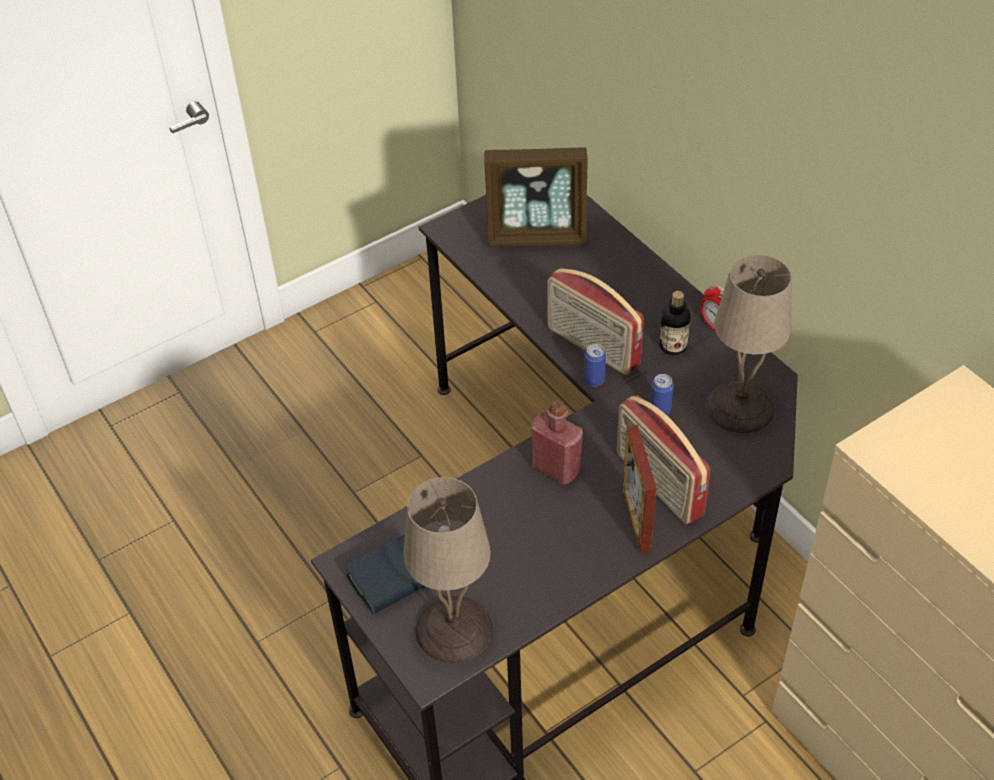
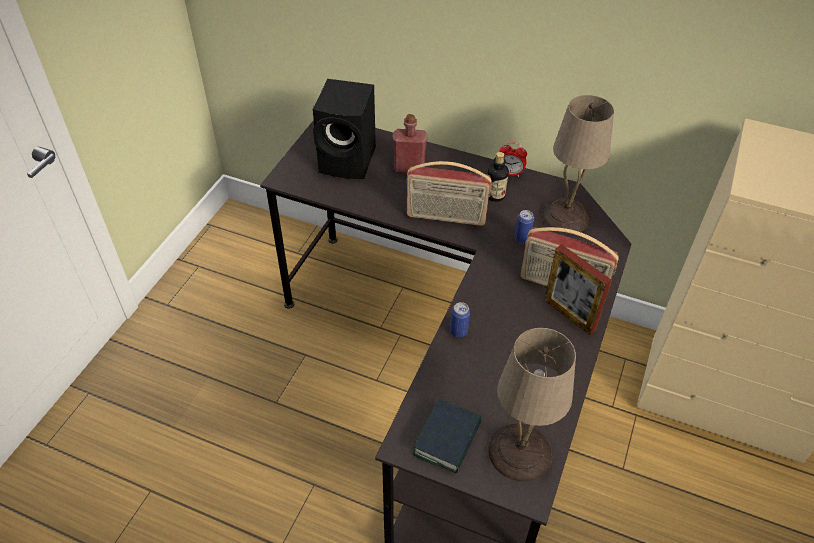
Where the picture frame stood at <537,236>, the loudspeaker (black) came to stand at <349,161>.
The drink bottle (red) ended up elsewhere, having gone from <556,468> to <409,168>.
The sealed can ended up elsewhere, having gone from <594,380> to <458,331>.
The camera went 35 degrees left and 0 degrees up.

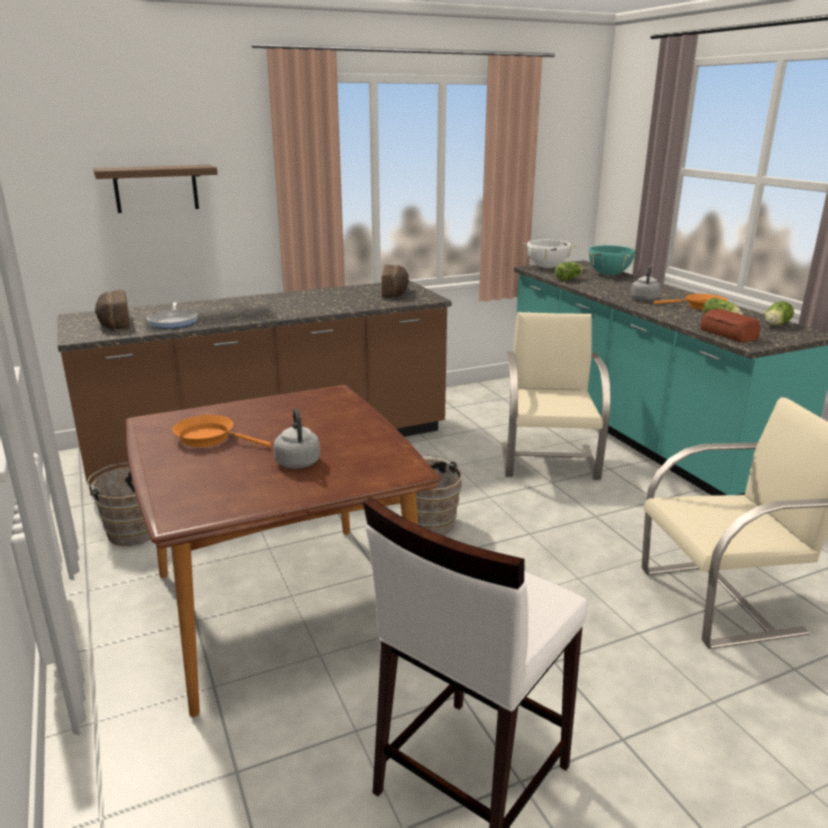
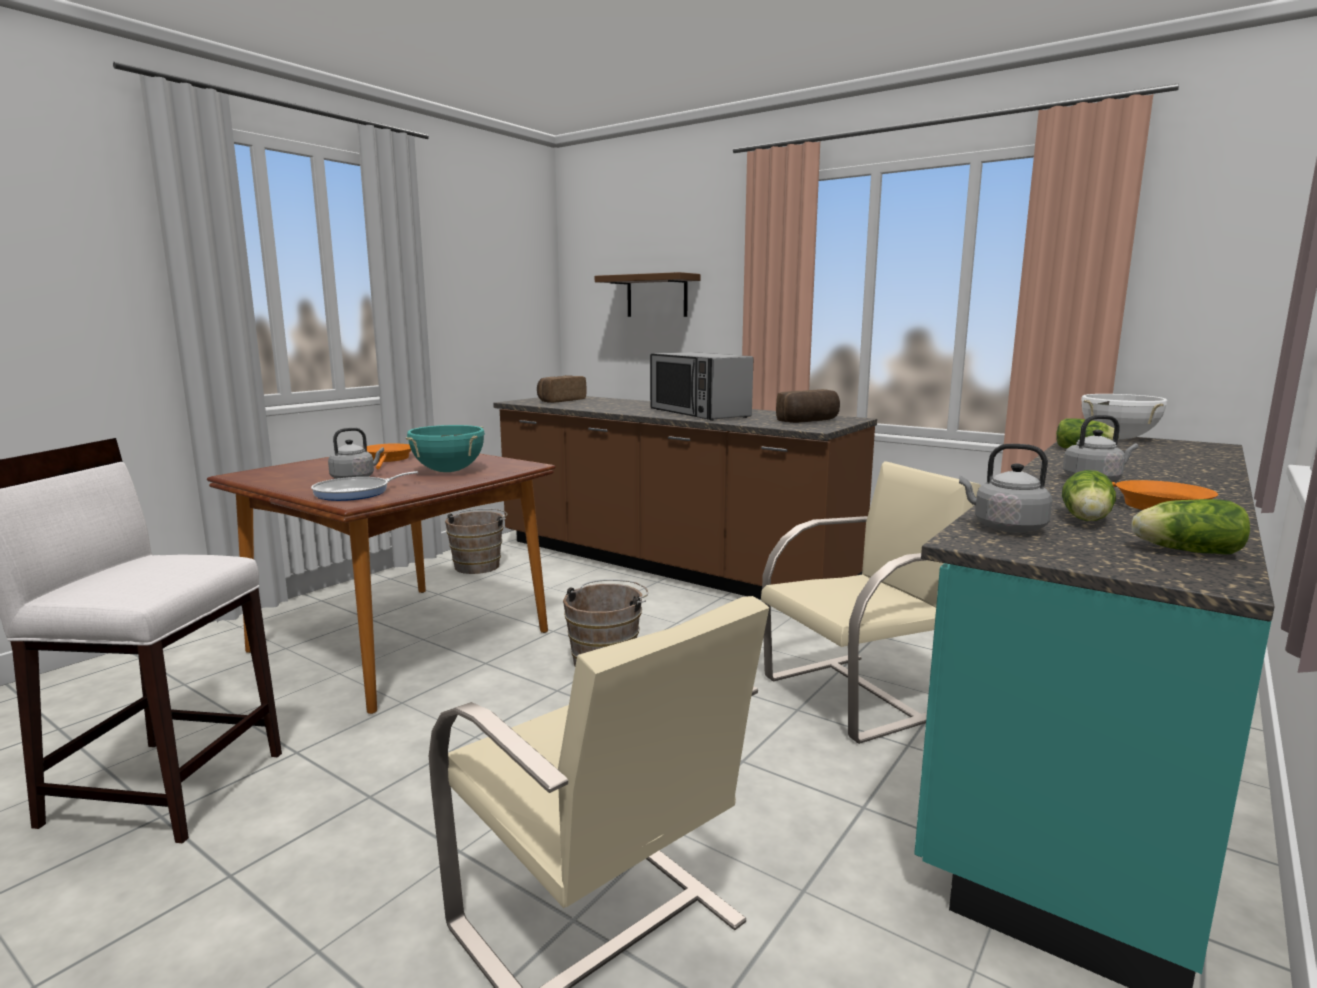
The frying pan ended up elsewhere, having gone from <173,321> to <356,493>.
The stockpot (turquoise-coloured) ended up elsewhere, having gone from <609,274> to <448,471>.
The second view gained the kitchen microwave at <698,413>.
Where the bread stood at <728,334>, the water kettle (grey) came to stand at <1005,527>.
The camera went 60 degrees right and 10 degrees down.

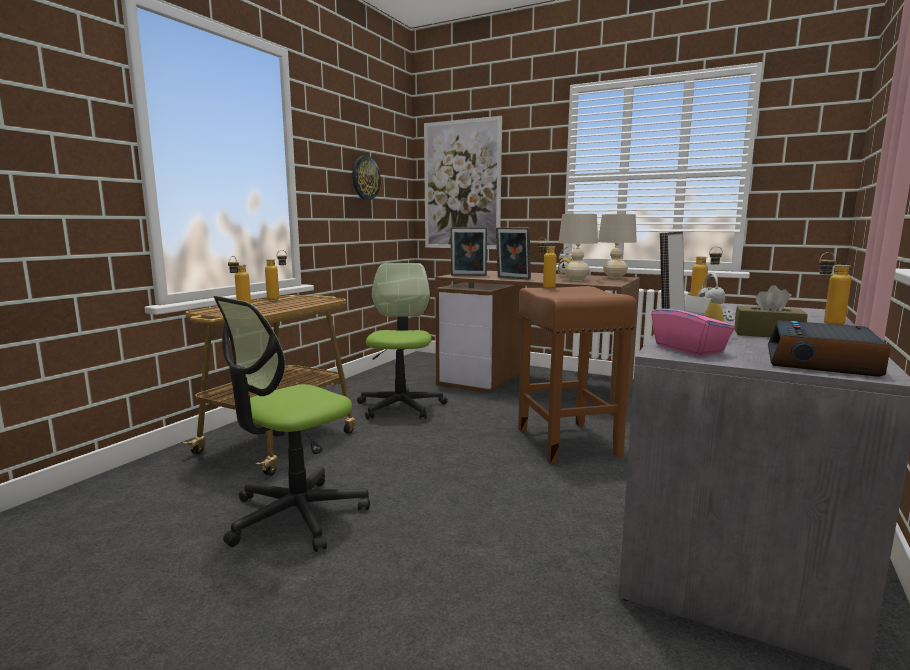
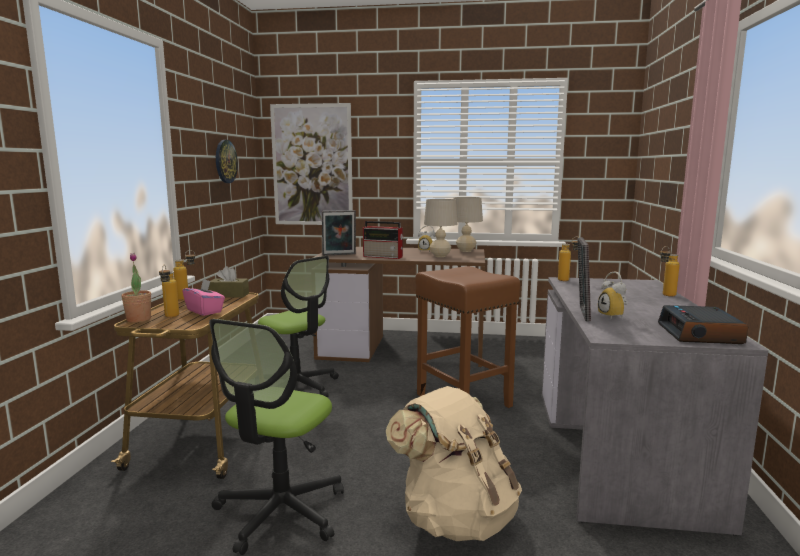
The second view gained the potted plant at <138,319>.
The tissue box (pink-coloured) ended up elsewhere, having gone from <689,349> to <205,311>.
The tissue box (brownish) ended up elsewhere, having gone from <767,334> to <229,295>.
The desk chair at <401,406> ended up facing another way, 150 degrees clockwise from before.
Where the picture frame stood at <512,278>, the radio receiver came to stand at <384,257>.
The second view gained the knapsack (beige-coloured) at <455,518>.
The second view lost the drink bottle at <545,287>.
The camera went 20 degrees left and 0 degrees up.

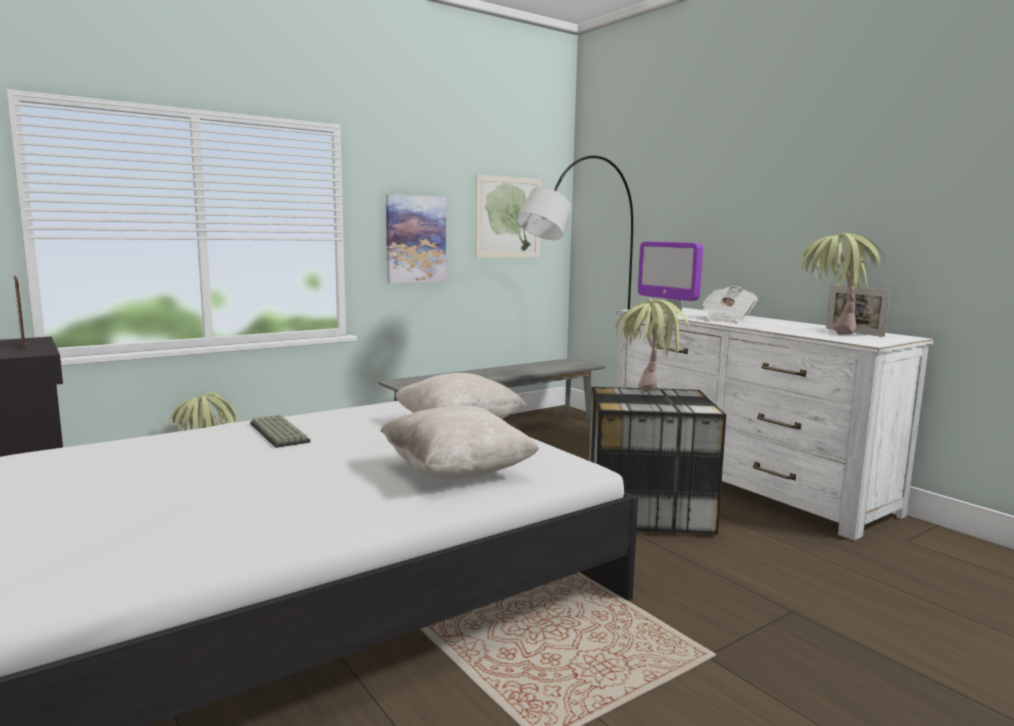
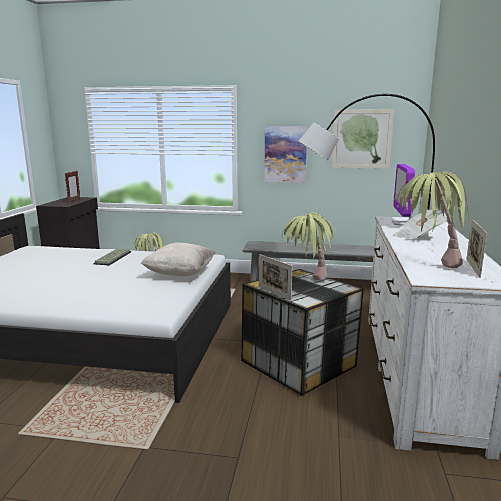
The second view gained the picture frame at <274,293>.
The second view lost the throw pillow (beige-coloured) at <457,472>.
The camera went 45 degrees right and 5 degrees up.

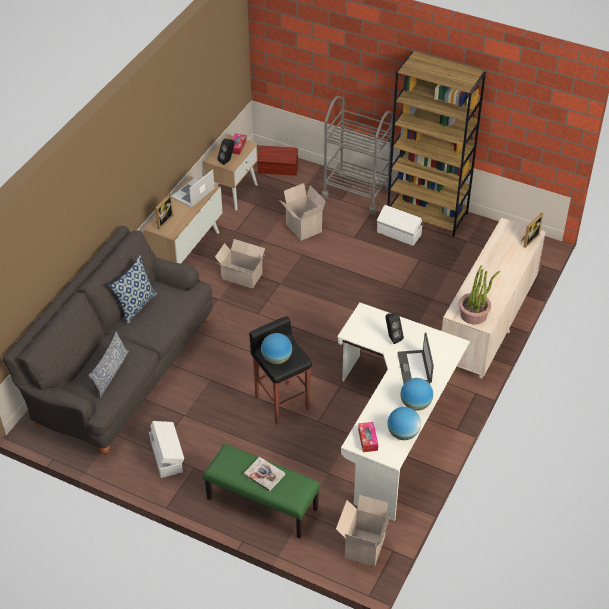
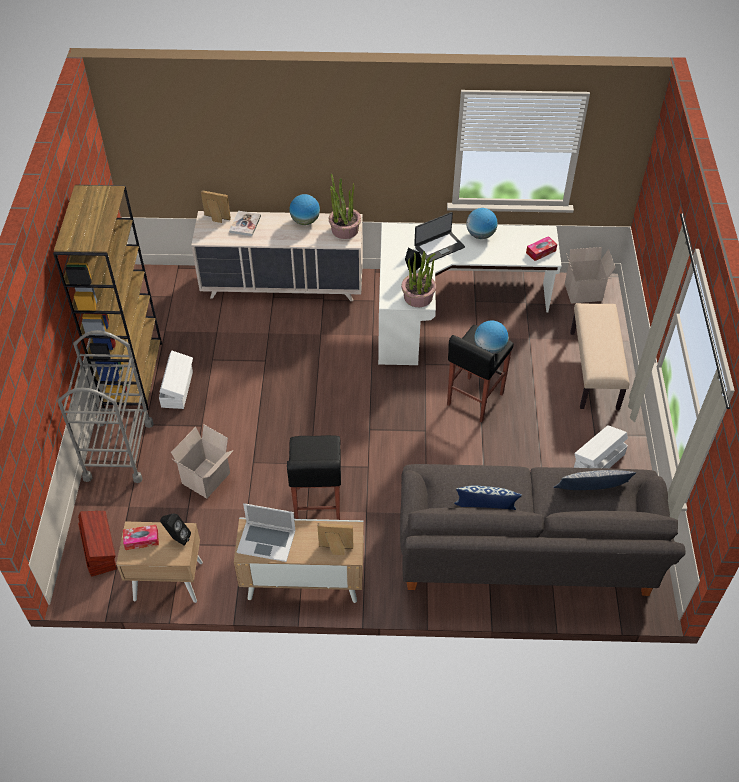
The bound book ended up elsewhere, having gone from <264,475> to <245,224>.
Where the carton stood at <241,275>, the sitting stool (black) came to stand at <317,507>.
The globe ended up elsewhere, having gone from <403,433> to <305,221>.
The second view gained the potted plant at <418,297>.
What was the long seat (greenish) at <261,504> turned into the long seat (beige-coloured) at <595,370>.
The camera went 115 degrees left and 5 degrees up.

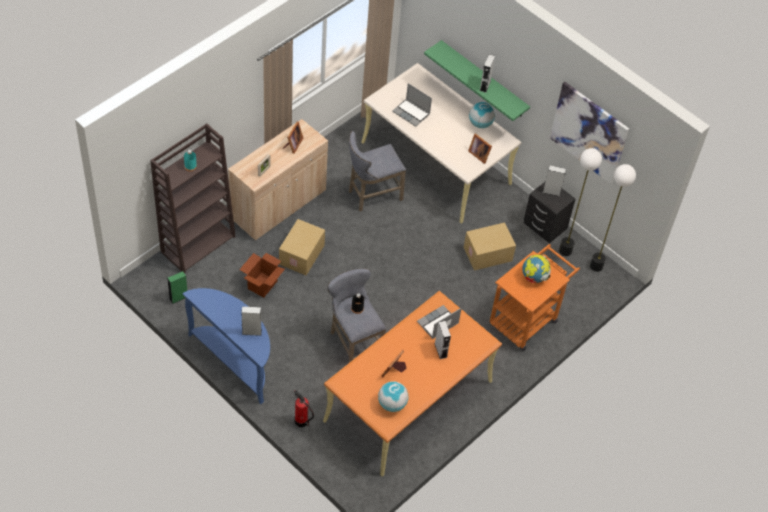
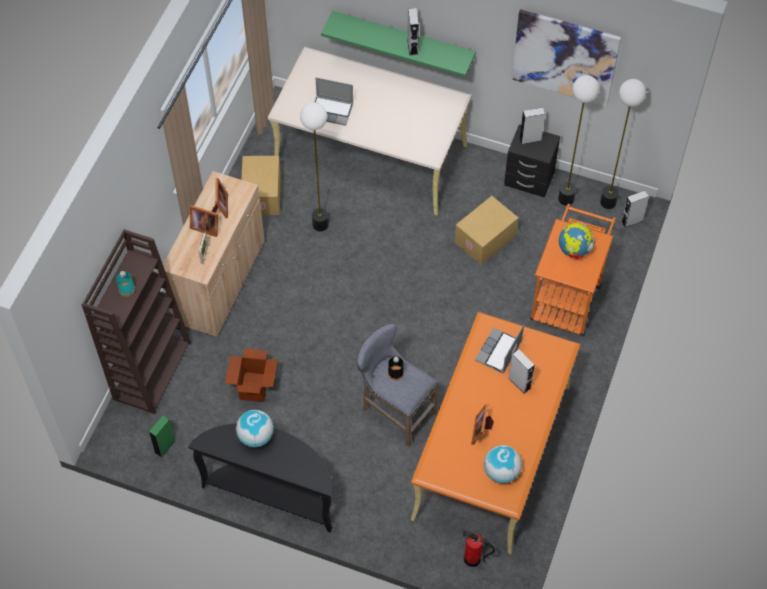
What was the console table (blue-coloured) at <235,361> turned into the console table (black) at <273,493>.
The picture frame ended up elsewhere, having gone from <479,154> to <205,226>.
The globe ended up elsewhere, having gone from <480,124> to <256,437>.
The carton ended up elsewhere, having gone from <302,255> to <263,195>.
Where the sitting stool (grey) stood at <372,195>, the standing lamp came to stand at <320,224>.
The fire-fighting cylinder ended up elsewhere, having gone from <301,421> to <472,559>.
The loudspeaker (grey) ended up elsewhere, having gone from <251,331> to <631,221>.
The camera went 20 degrees left and 5 degrees up.

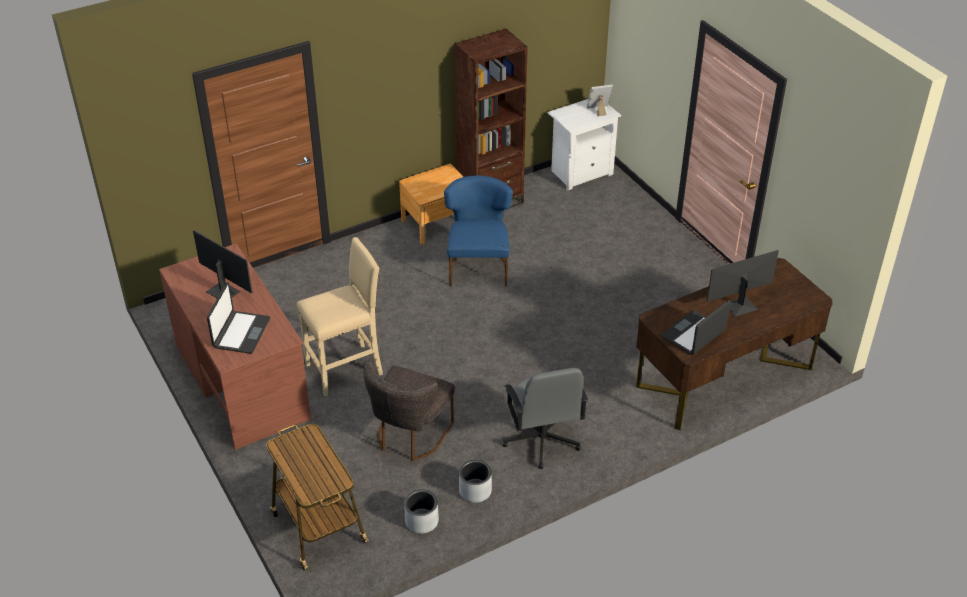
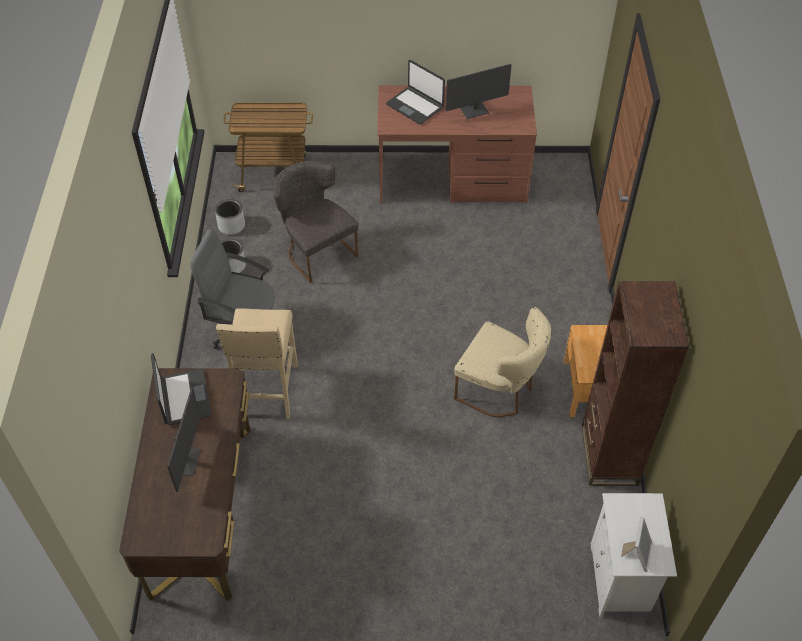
The sitting stool (beige-coloured) ended up elsewhere, having gone from <346,369> to <267,392>.
What was the chair (blue-coloured) at <478,266> turned into the chair (beige-coloured) at <499,390>.
The camera went 120 degrees right and 10 degrees up.

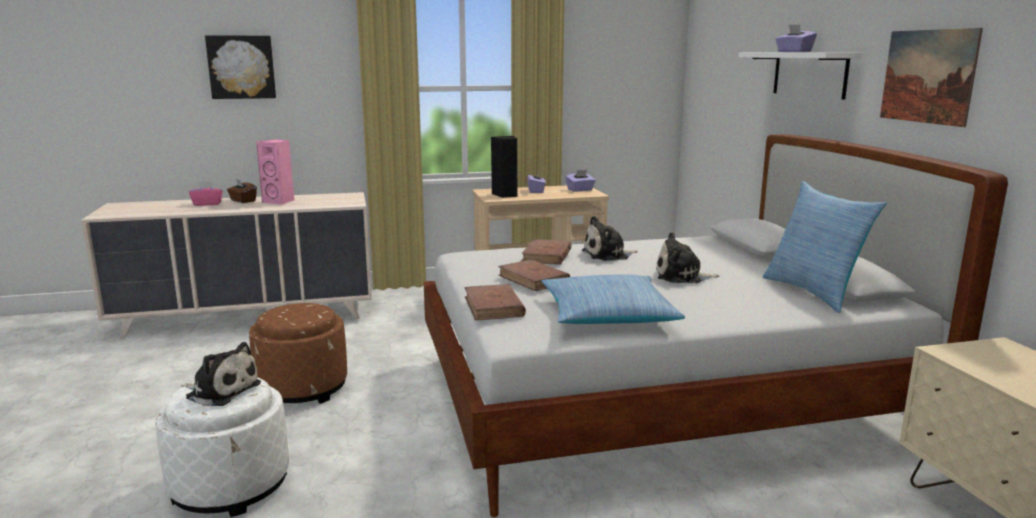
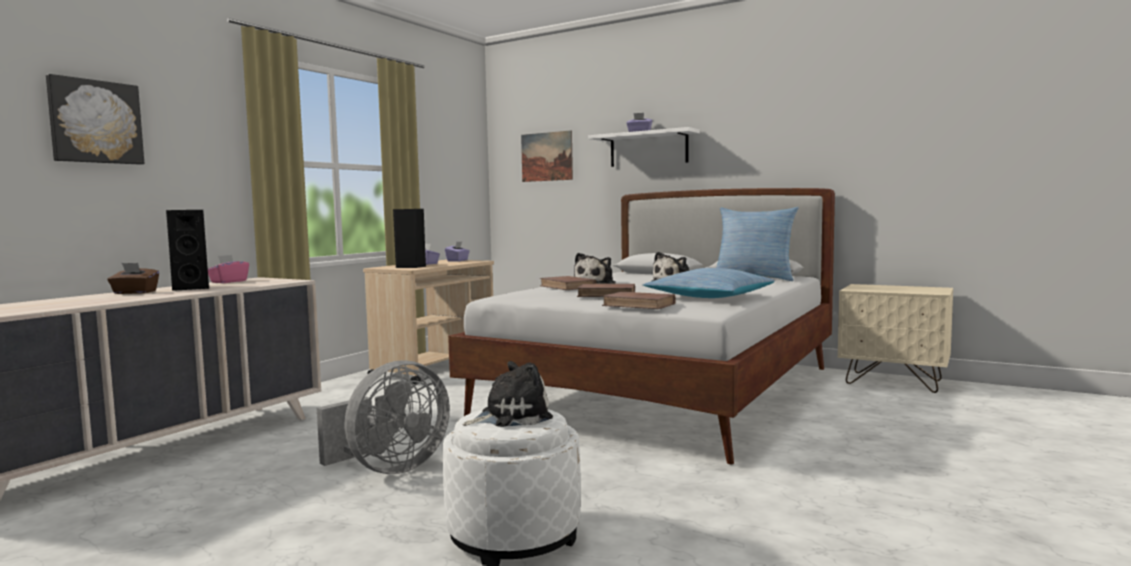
What was the loudspeaker (pink-coloured) at <280,201> turned into the loudspeaker (black) at <192,288>.
The tissue box (pink-coloured) ended up elsewhere, having gone from <207,204> to <228,282>.
Where the pouffe (brownish) stood at <302,388>, the electric fan (grey) came to stand at <390,468>.
The wall picture ended up elsewhere, having gone from <928,76> to <546,156>.
The camera went 45 degrees left and 10 degrees down.

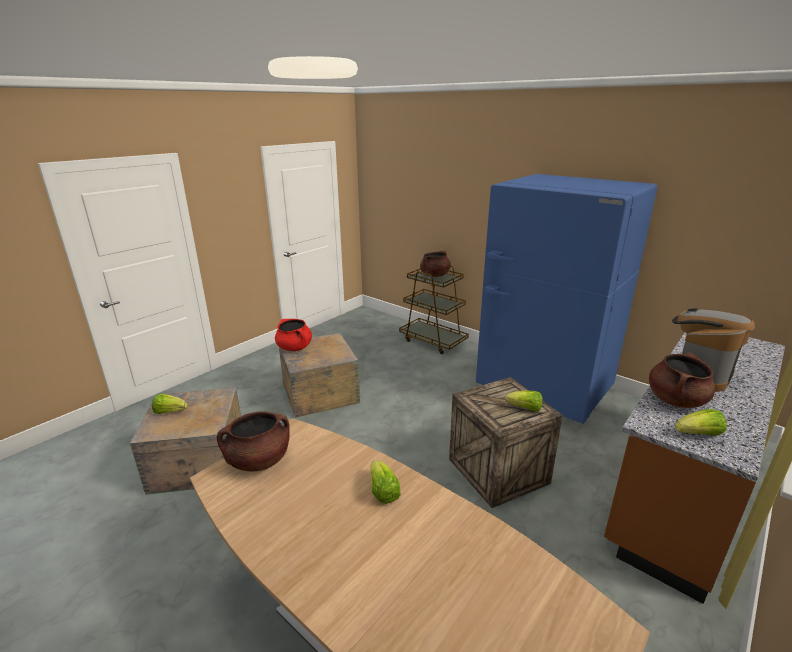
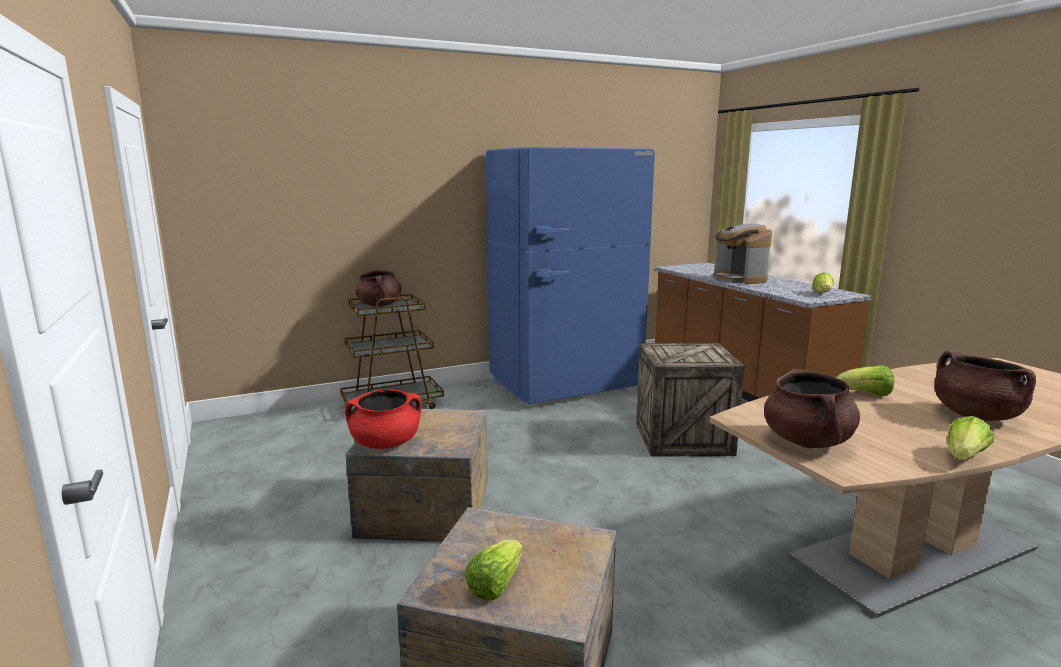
The stockpot (brownish) ended up elsewhere, having gone from <675,400> to <975,415>.
The lettuce ended up elsewhere, having gone from <525,408> to <964,457>.
The camera went 65 degrees left and 10 degrees down.

